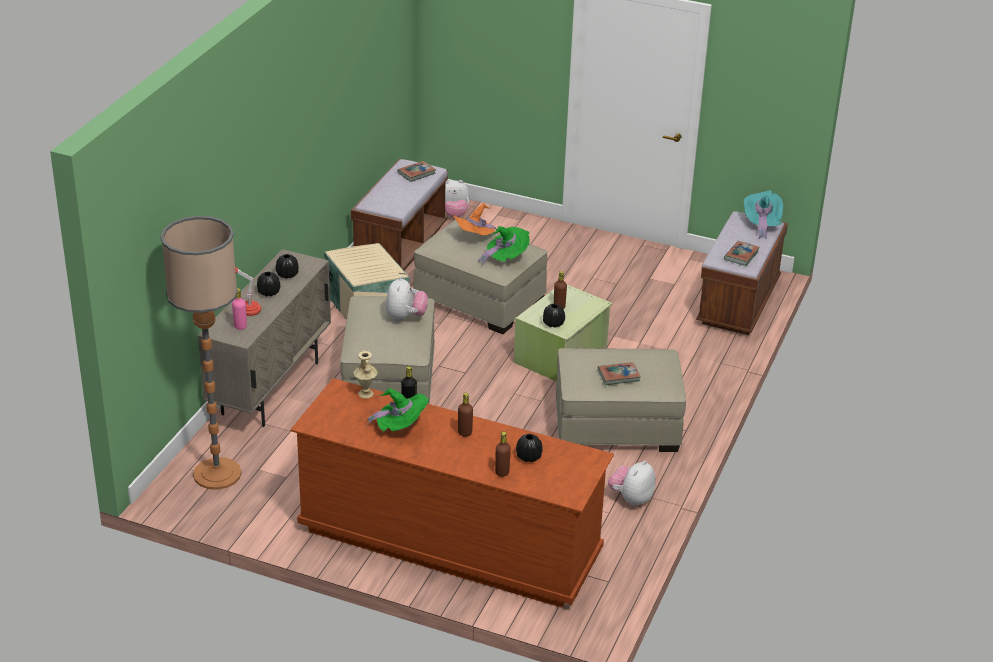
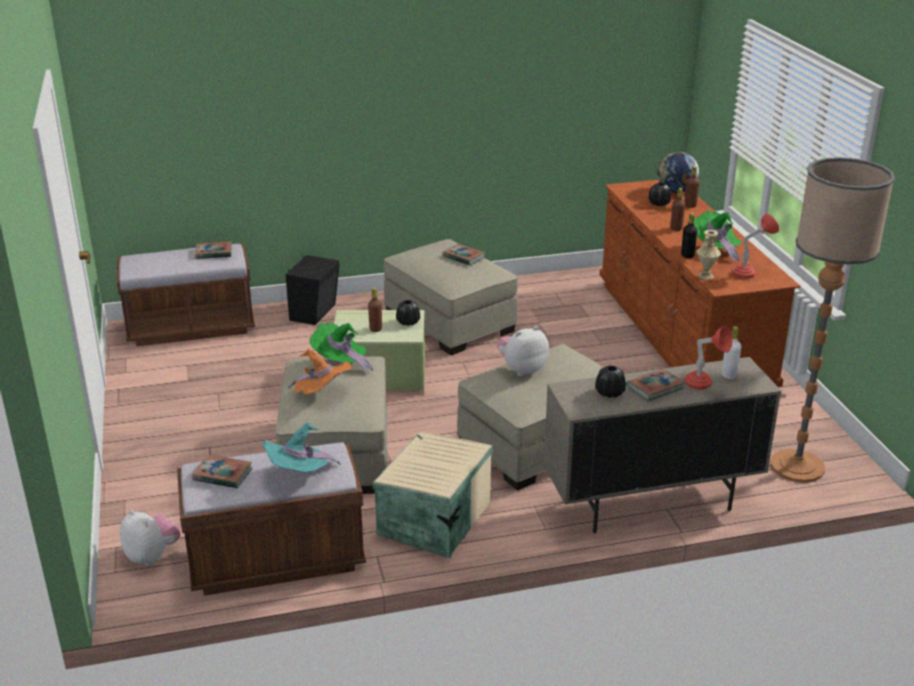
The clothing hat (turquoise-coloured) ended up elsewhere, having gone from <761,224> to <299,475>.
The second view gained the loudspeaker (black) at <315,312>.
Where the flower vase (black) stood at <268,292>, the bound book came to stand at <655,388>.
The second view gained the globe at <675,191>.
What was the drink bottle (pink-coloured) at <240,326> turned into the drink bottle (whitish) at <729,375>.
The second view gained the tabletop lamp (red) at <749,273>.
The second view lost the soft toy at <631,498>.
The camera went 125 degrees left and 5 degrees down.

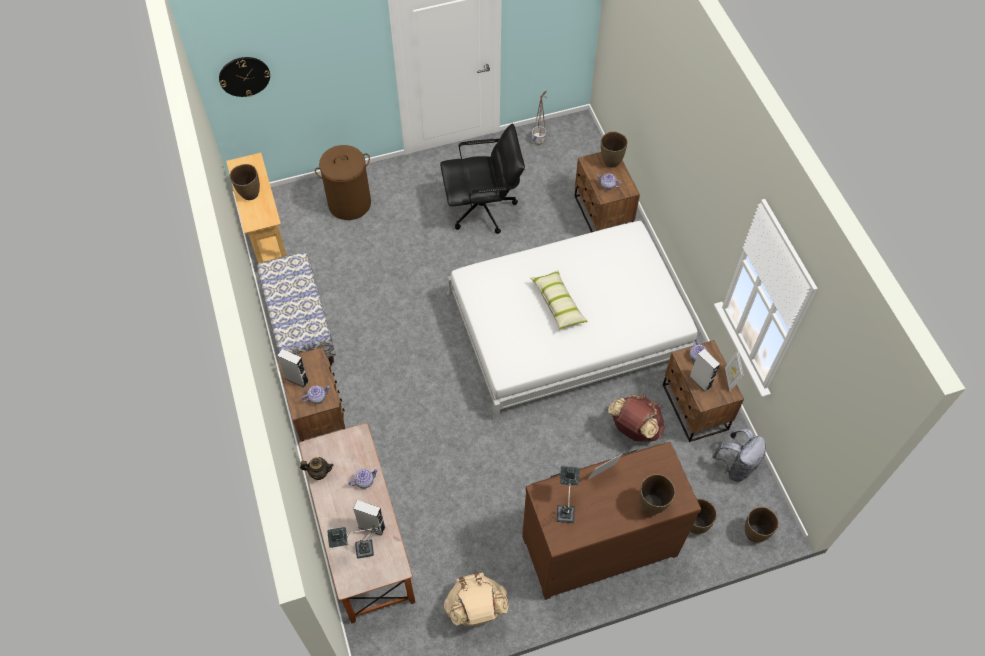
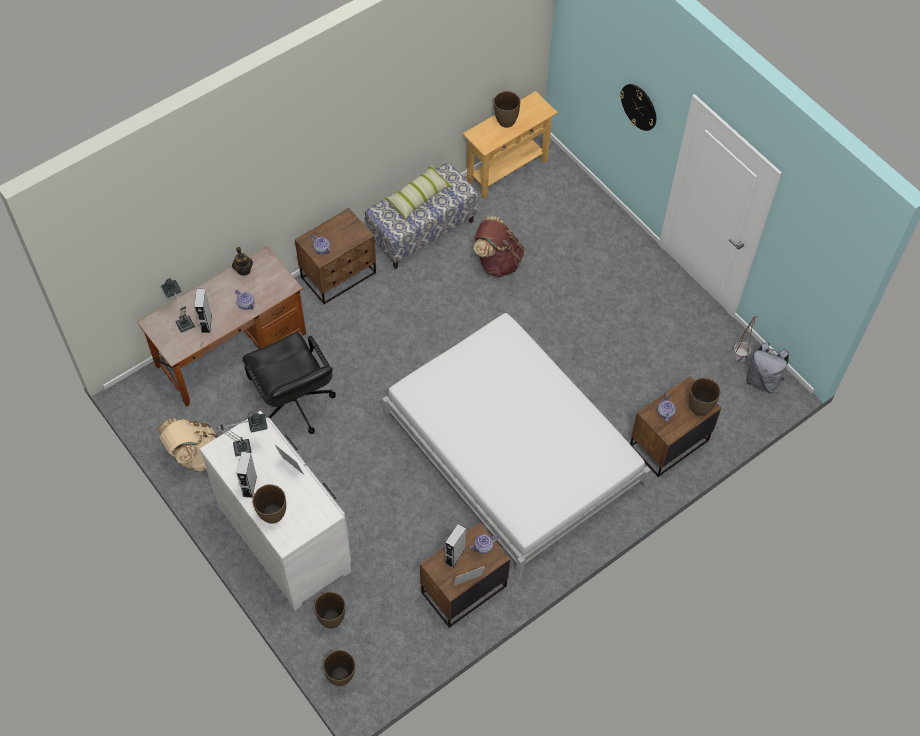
What was the chest of drawers (brownish) at <597,543> turned into the chest of drawers (whitish) at <286,536>.
The loudspeaker (grey) ended up elsewhere, having gone from <297,379> to <249,486>.
The desk chair (black) ended up elsewhere, having gone from <482,209> to <294,404>.
The throw pillow ended up elsewhere, having gone from <558,304> to <418,196>.
The knapsack (brownish) ended up elsewhere, having gone from <634,428> to <497,261>.
The hanging clock ended up elsewhere, having gone from <244,76> to <639,106>.
The knapsack (grey) ended up elsewhere, having gone from <736,466> to <762,380>.
The second view lost the washing basket (brownish) at <349,203>.
The camera went 70 degrees right and 0 degrees up.

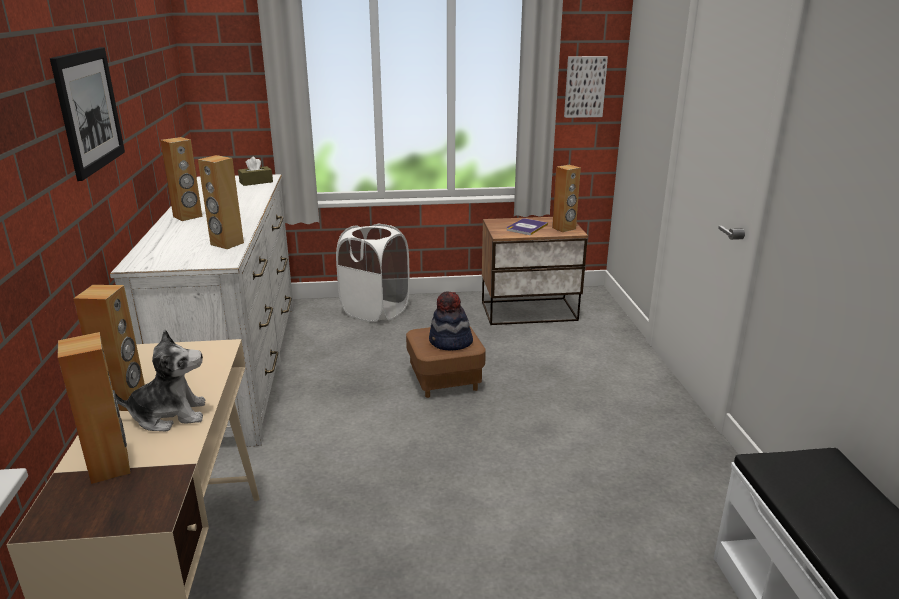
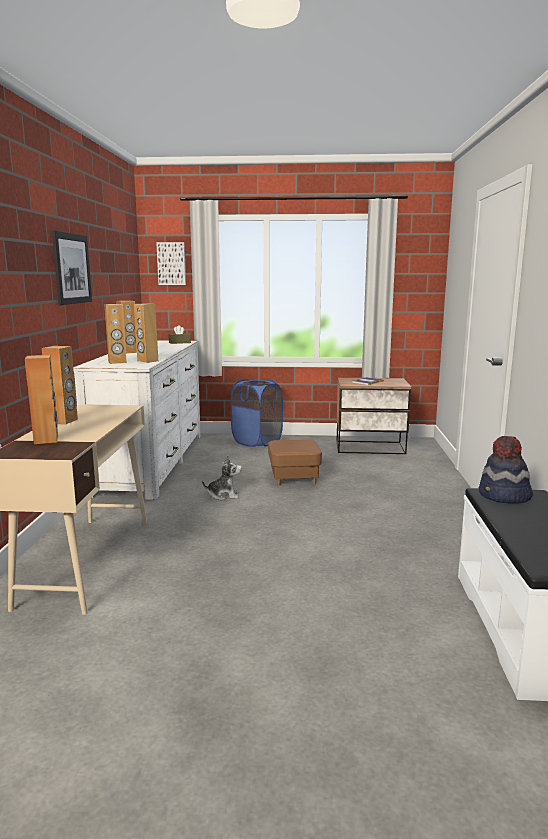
The loudspeaker (brownish) ended up elsewhere, having gone from <564,228> to <117,362>.
The wall picture ended up elsewhere, having gone from <584,86> to <171,263>.
The soft toy ended up elsewhere, having gone from <169,415> to <224,495>.
What was the washing basket (whitish) at <375,311> turned into the washing basket (blue-coloured) at <257,441>.
The clothing hat ended up elsewhere, having gone from <450,343> to <504,496>.
The camera went 10 degrees right and 10 degrees down.

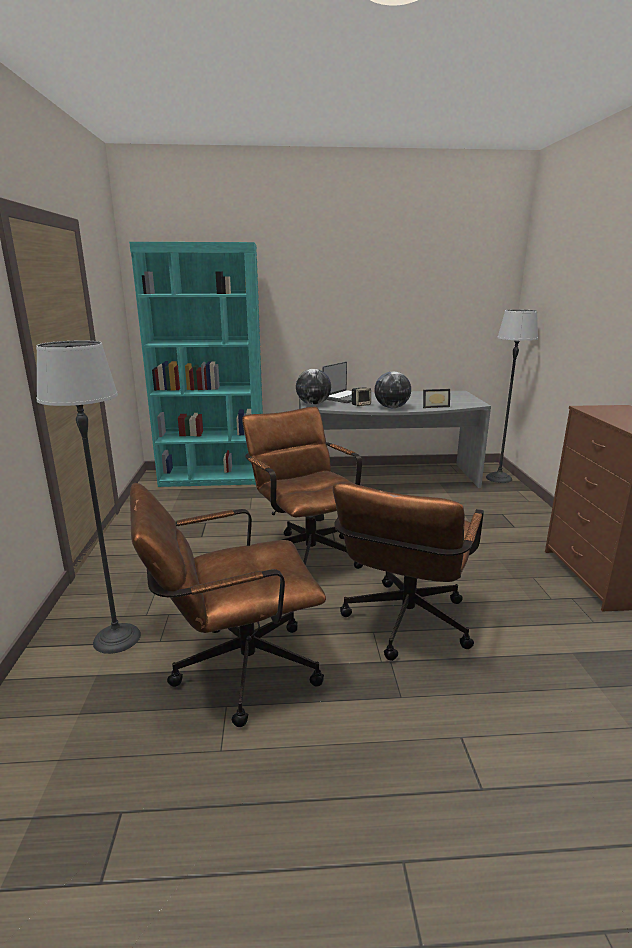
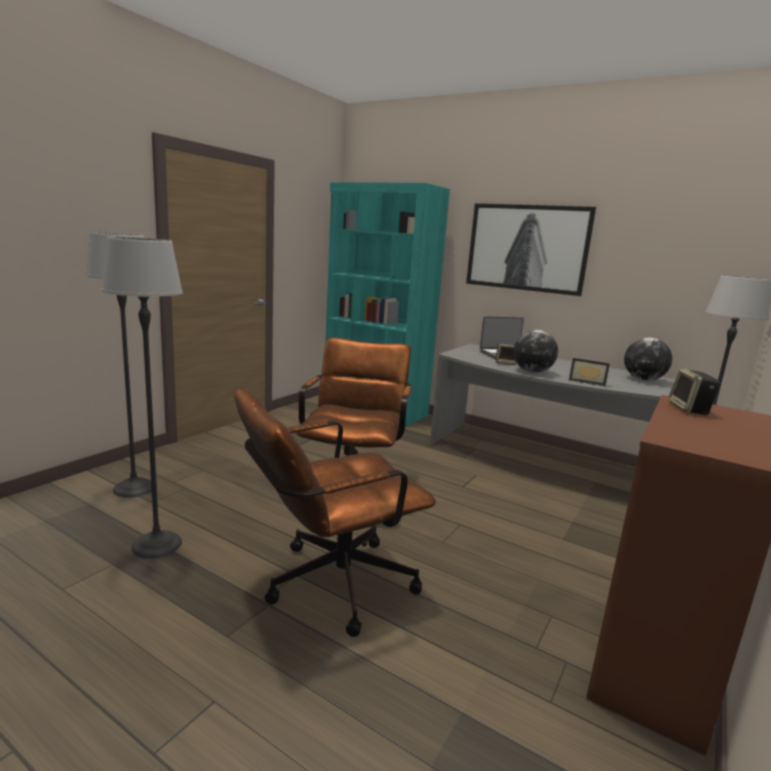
Where the desk chair (brownish) stood at <233,670>, the standing lamp came to stand at <157,544>.
The second view gained the wall picture at <526,248>.
The globe ended up elsewhere, having gone from <313,404> to <643,379>.
The second view gained the loudspeaker at <690,409>.
The camera went 35 degrees right and 5 degrees down.

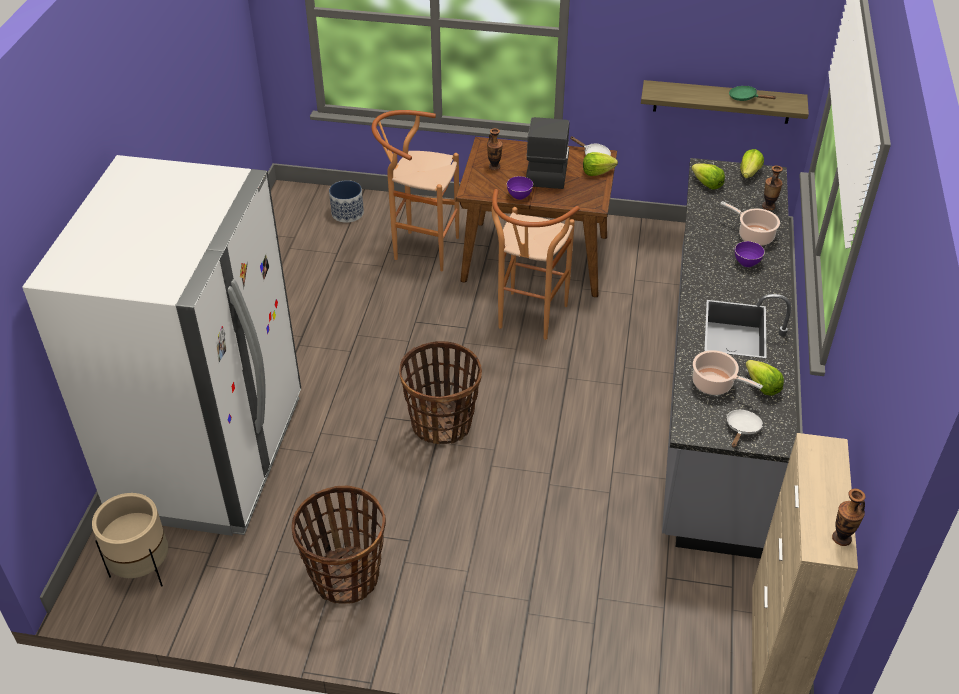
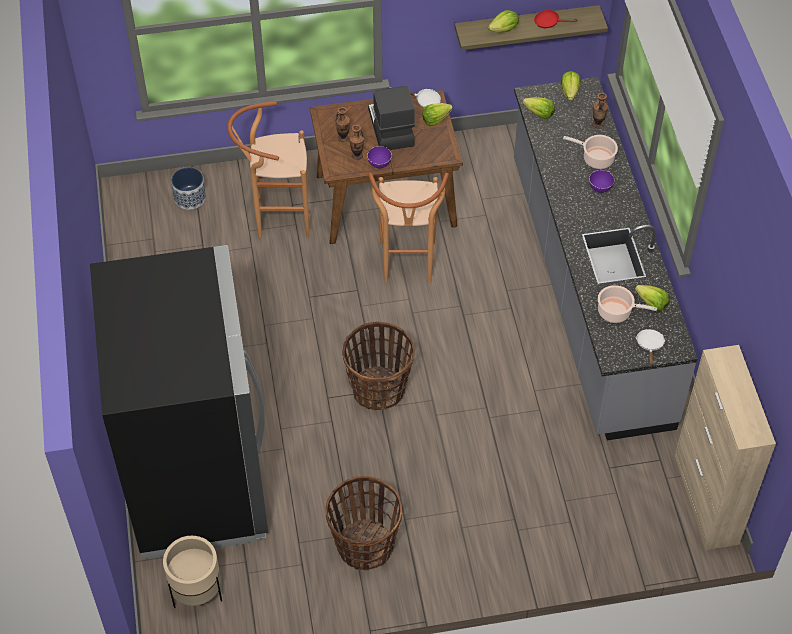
What was the fridge (whitish) at <211,455> turned into the fridge (black) at <198,477>.
The flower vase ended up elsewhere, having gone from <841,538> to <357,155>.
The second view gained the lettuce at <504,30>.
What was the frying pan (greenish) at <745,98> turned into the frying pan (red) at <549,22>.
The camera went 20 degrees left and 10 degrees up.

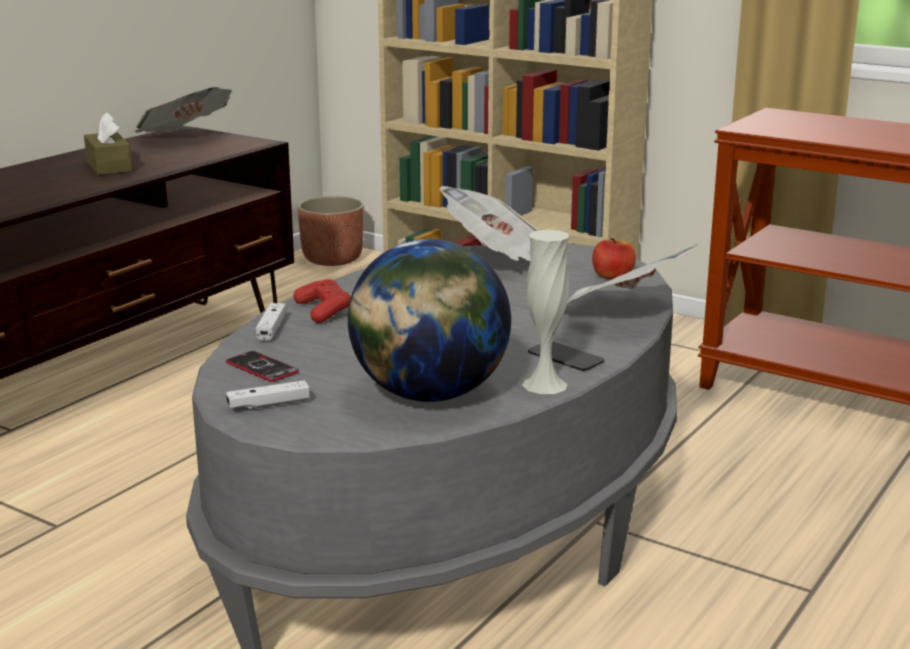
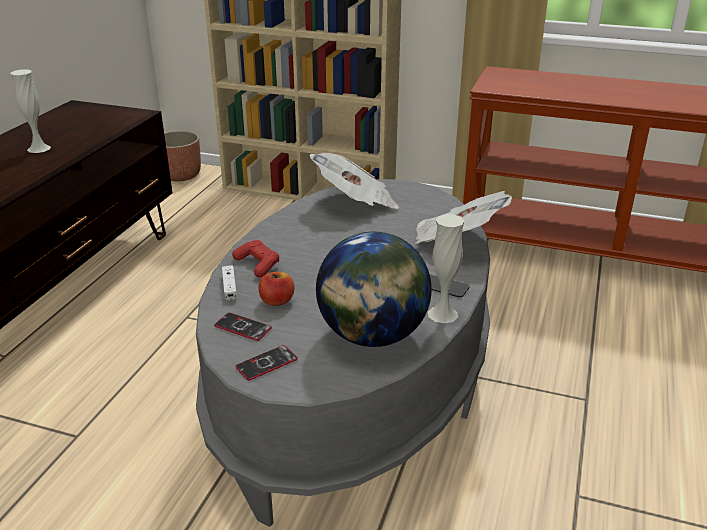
Where the tissue box (brownish) stood at <109,166>, the flower vase (whitish) came to stand at <39,148>.
Where the joypad (whitish) stood at <268,405>, the telephone came to stand at <266,363>.
The whole apple ended up elsewhere, having gone from <612,276> to <277,301>.
The second view lost the newspaper at <185,138>.
The camera went 15 degrees left and 10 degrees up.

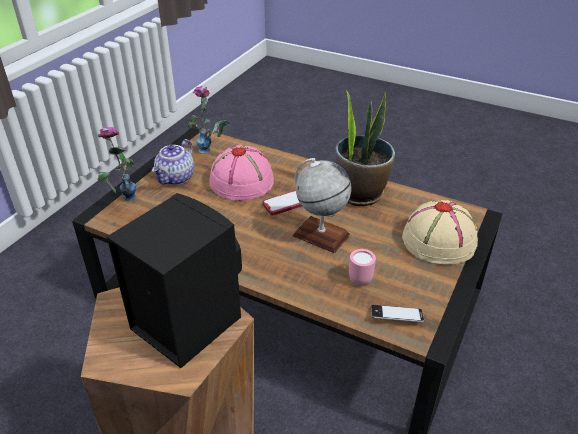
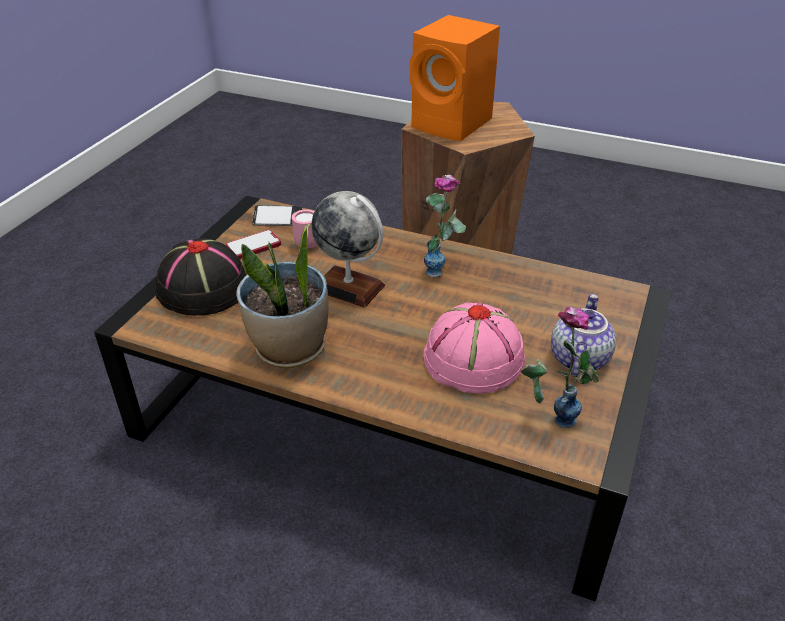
What was the clothing hat (beige-coloured) at <439,240> turned into the clothing hat (black) at <202,289>.
The telephone ended up elsewhere, having gone from <284,204> to <253,246>.
What was the loudspeaker (black) at <185,321> turned into the loudspeaker (orange) at <453,124>.
The flower vase ended up elsewhere, having gone from <121,200> to <443,268>.
The camera went 175 degrees right and 0 degrees up.

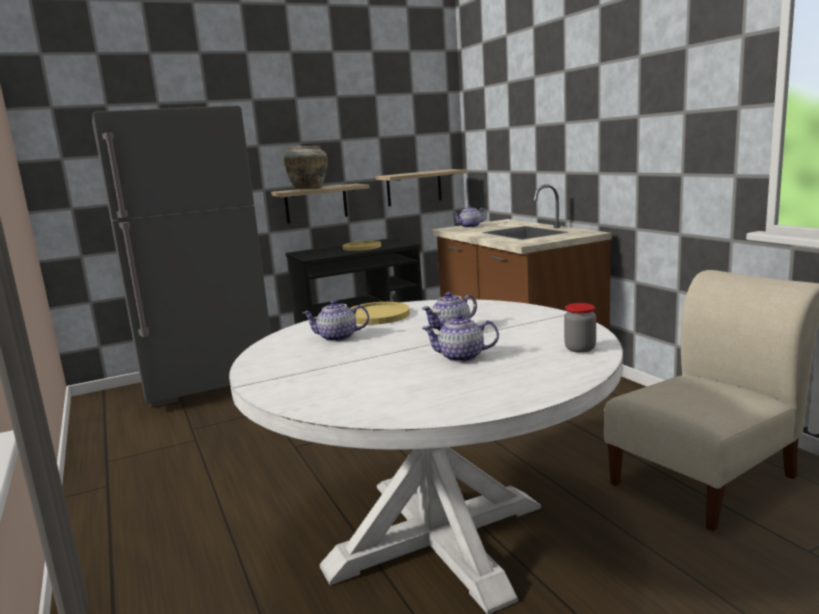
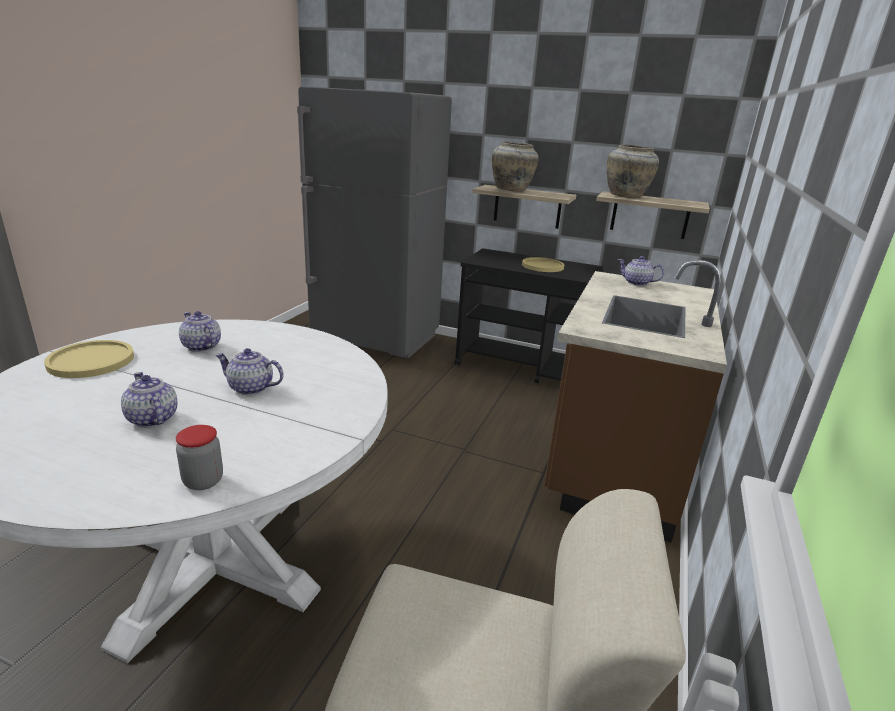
The flat dish (yellow-coloured) ended up elsewhere, having gone from <377,315> to <91,361>.
The second view gained the flower vase (beige-coloured) at <626,196>.
The camera went 45 degrees right and 10 degrees up.

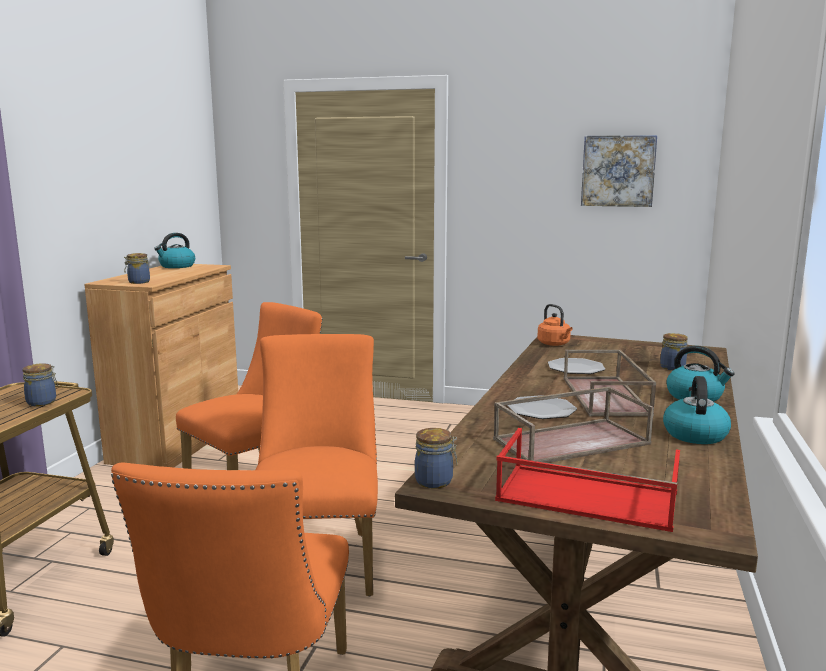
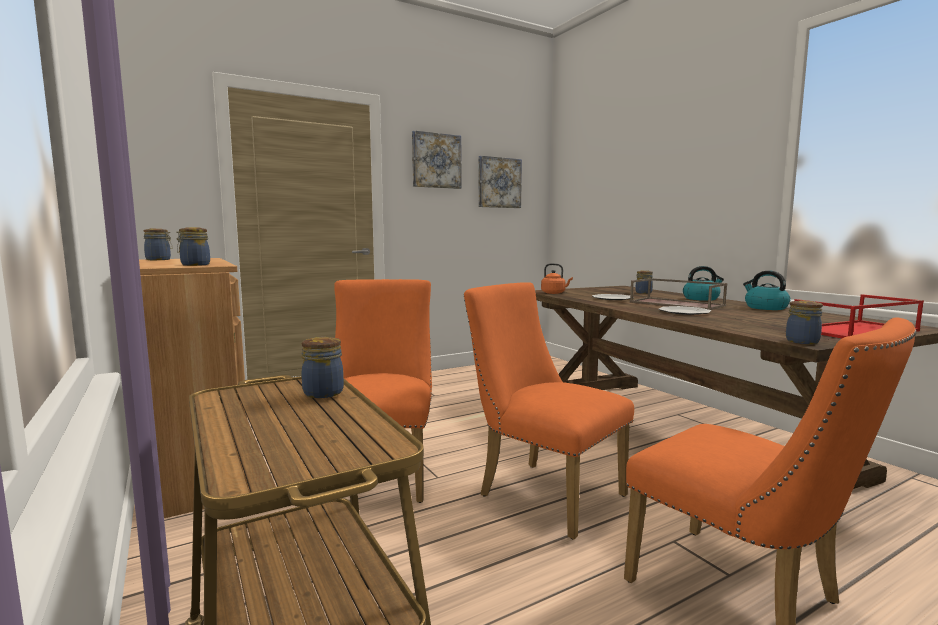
Where the water kettle stood at <176,266>, the preserve jar came to stand at <159,259>.
The second view gained the wall picture at <436,161>.
The second view lost the carrying tray (brownish) at <571,441>.
The camera went 45 degrees left and 5 degrees down.

